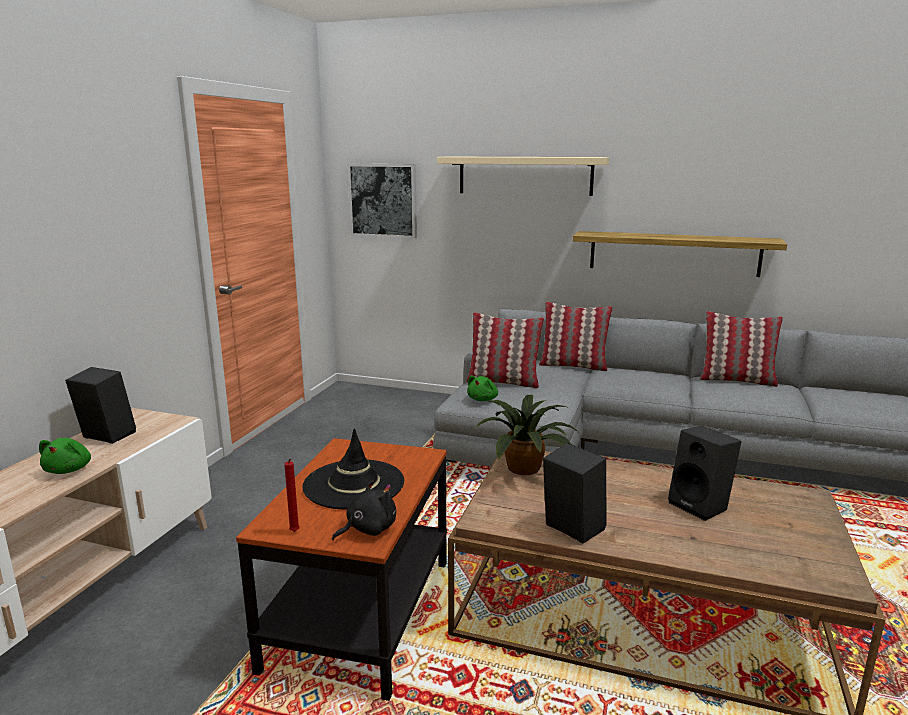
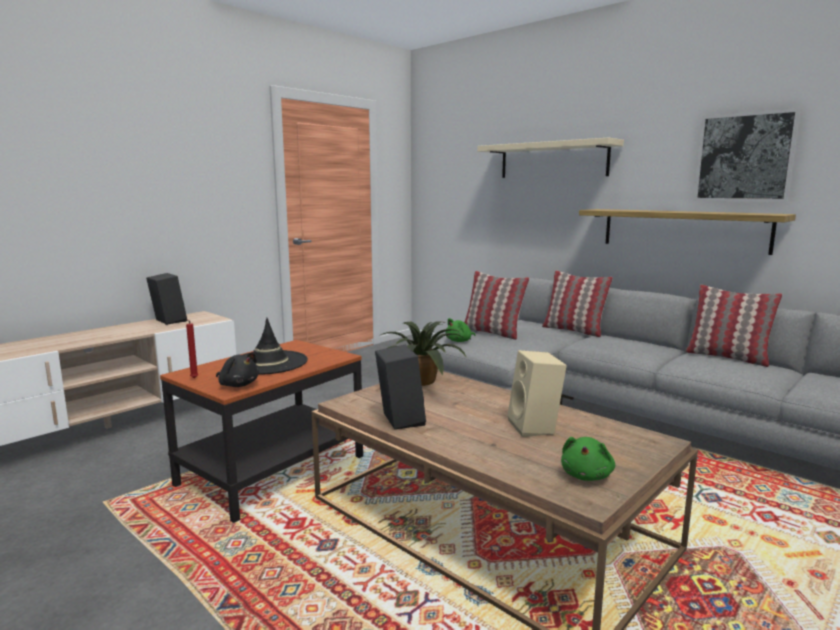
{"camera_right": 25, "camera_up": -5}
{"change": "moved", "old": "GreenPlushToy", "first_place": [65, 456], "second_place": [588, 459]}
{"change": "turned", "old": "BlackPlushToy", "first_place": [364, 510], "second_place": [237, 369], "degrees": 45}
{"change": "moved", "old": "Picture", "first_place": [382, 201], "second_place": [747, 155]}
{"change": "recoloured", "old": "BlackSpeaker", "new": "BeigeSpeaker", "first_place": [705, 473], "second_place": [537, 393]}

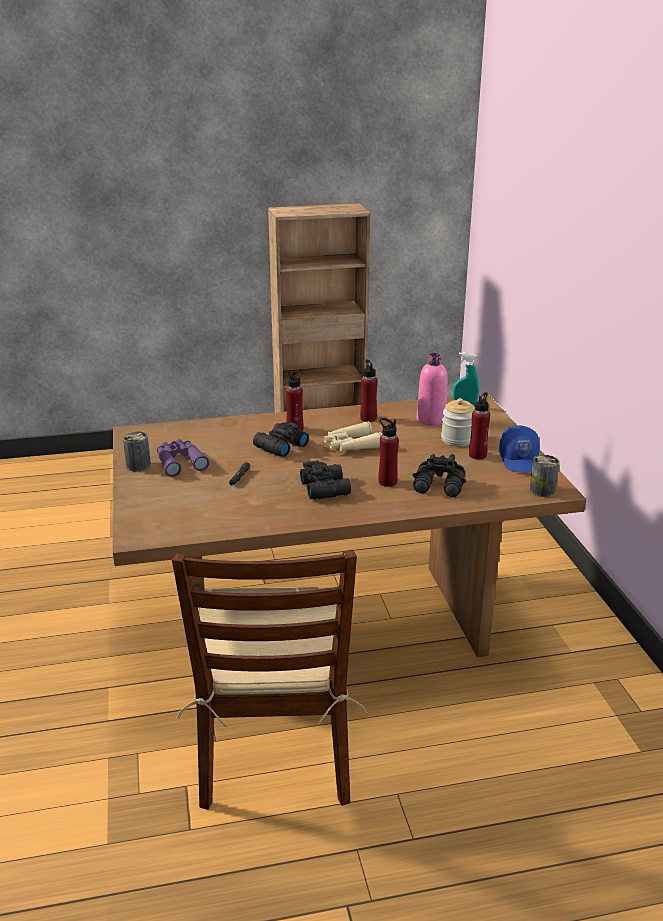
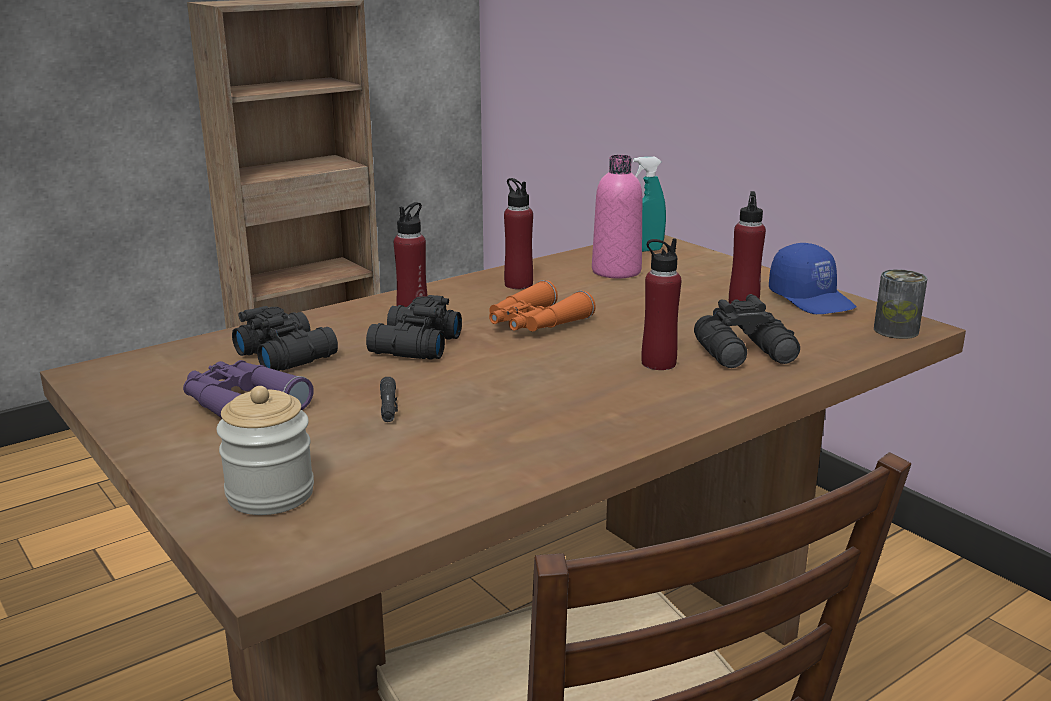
{"camera_right": -25, "camera_up": -5}
{"change": "removed", "old": "Can", "first_place": [137, 451]}
{"change": "moved", "old": "BlackBinoculars", "first_place": [325, 479], "second_place": [285, 338]}
{"change": "recoloured", "old": "BeigeBinoculars", "new": "OrangeBinoculars", "first_place": [353, 436], "second_place": [542, 306]}
{"change": "moved", "old": "Jar", "first_place": [458, 422], "second_place": [265, 450]}

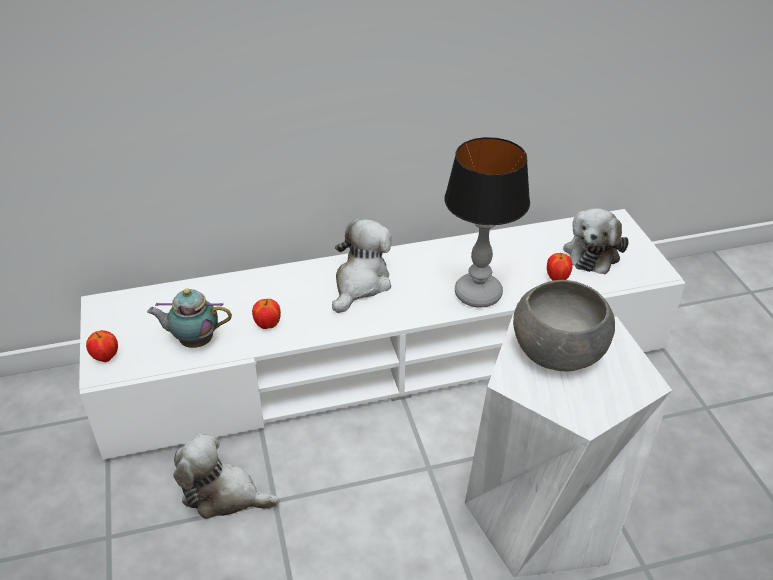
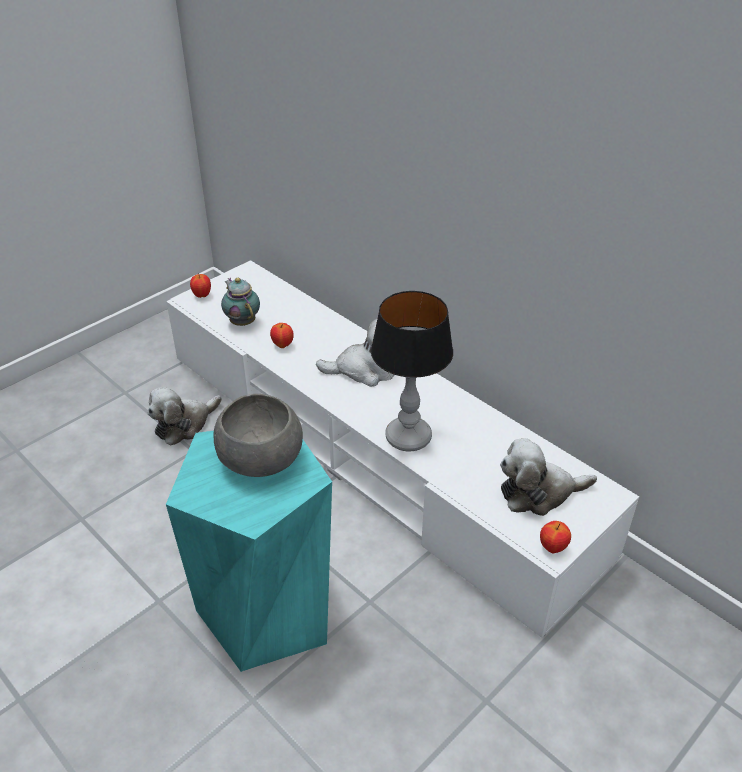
{"camera_right": 60, "camera_up": 0}
{"change": "turned", "old": "PlushToy", "first_place": [226, 476], "second_place": [185, 416], "degrees": -120}
{"change": "recoloured", "old": "WhiteStool", "new": "TurquoiseStool", "first_place": [568, 446], "second_place": [249, 551]}
{"change": "moved", "old": "Apple", "first_place": [560, 266], "second_place": [555, 537]}

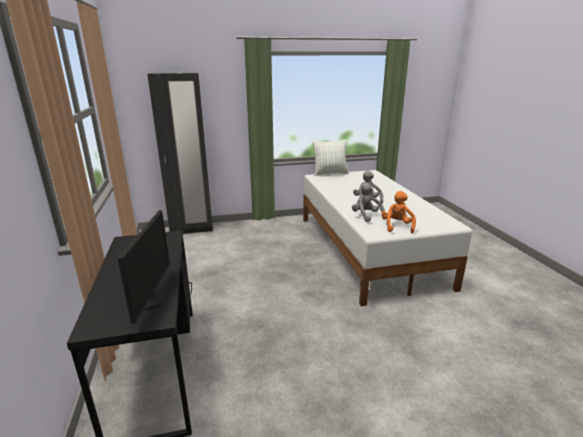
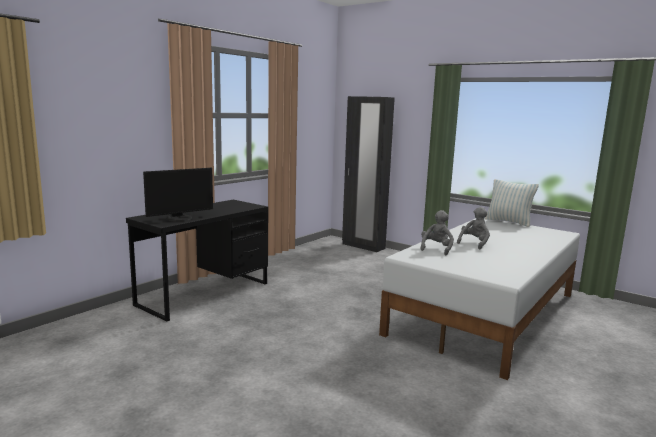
{"camera_right": 50, "camera_up": -10}
{"change": "removed", "old": "OrangePlushToy", "first_place": [398, 212]}

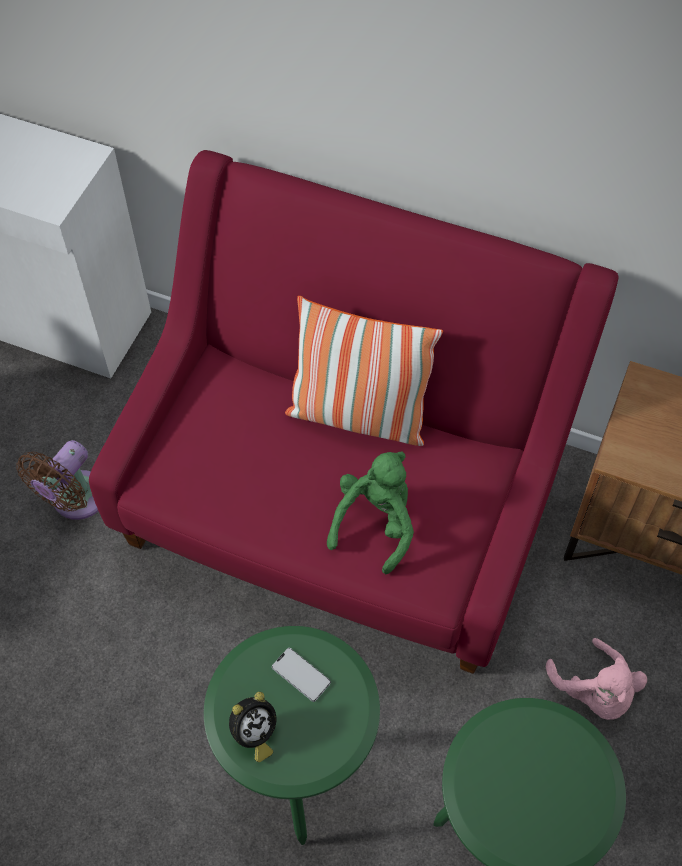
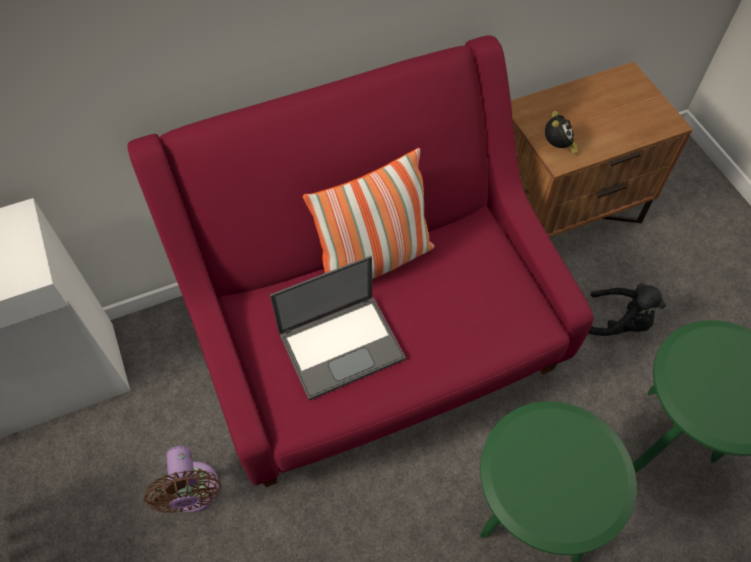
{"camera_right": -45, "camera_up": 0}
{"change": "moved", "old": "AlarmClock", "first_place": [252, 727], "second_place": [561, 132]}
{"change": "removed", "old": "Phone", "first_place": [301, 675]}
{"change": "removed", "old": "GreenPlushToy", "first_place": [370, 513]}
{"change": "recoloured", "old": "PinkPlushToy", "new": "BlackPlushToy", "first_place": [596, 679], "second_place": [627, 309]}
{"change": "added", "new": "Laptop", "second_place": [338, 328]}

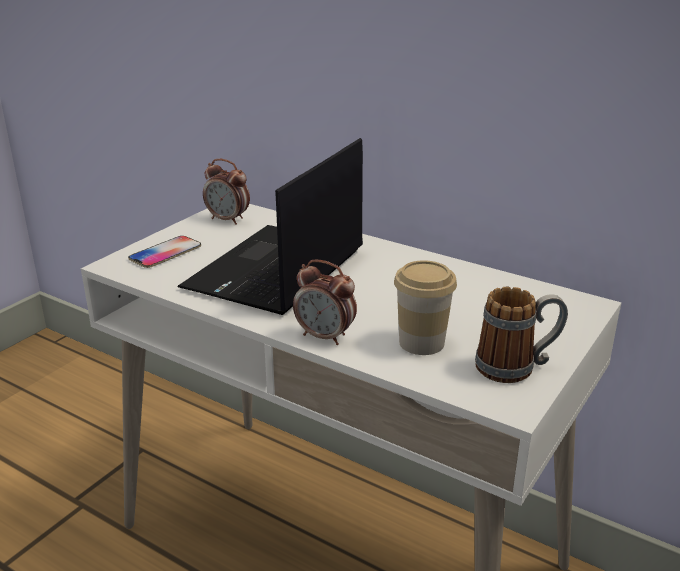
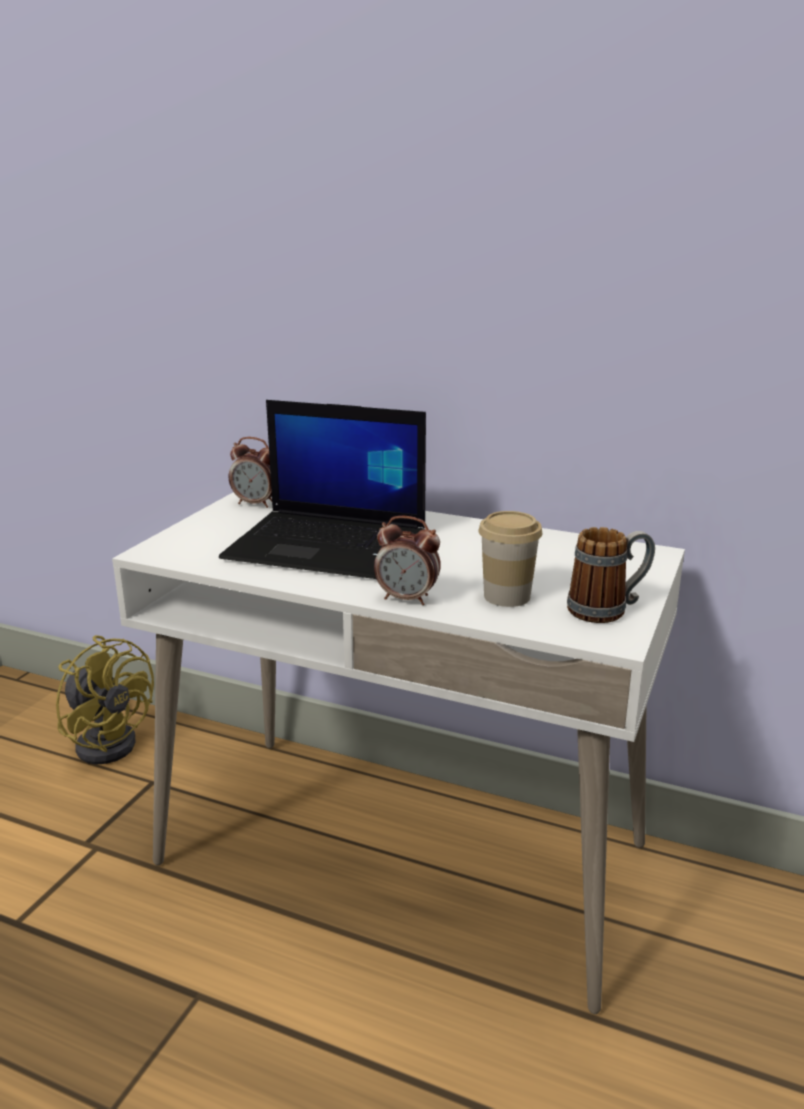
{"camera_right": -10, "camera_up": -5}
{"change": "removed", "old": "Phone", "first_place": [164, 252]}
{"change": "turned", "old": "Laptop", "first_place": [270, 226], "second_place": [322, 489], "degrees": -90}
{"change": "added", "new": "YellowFan", "second_place": [105, 700]}

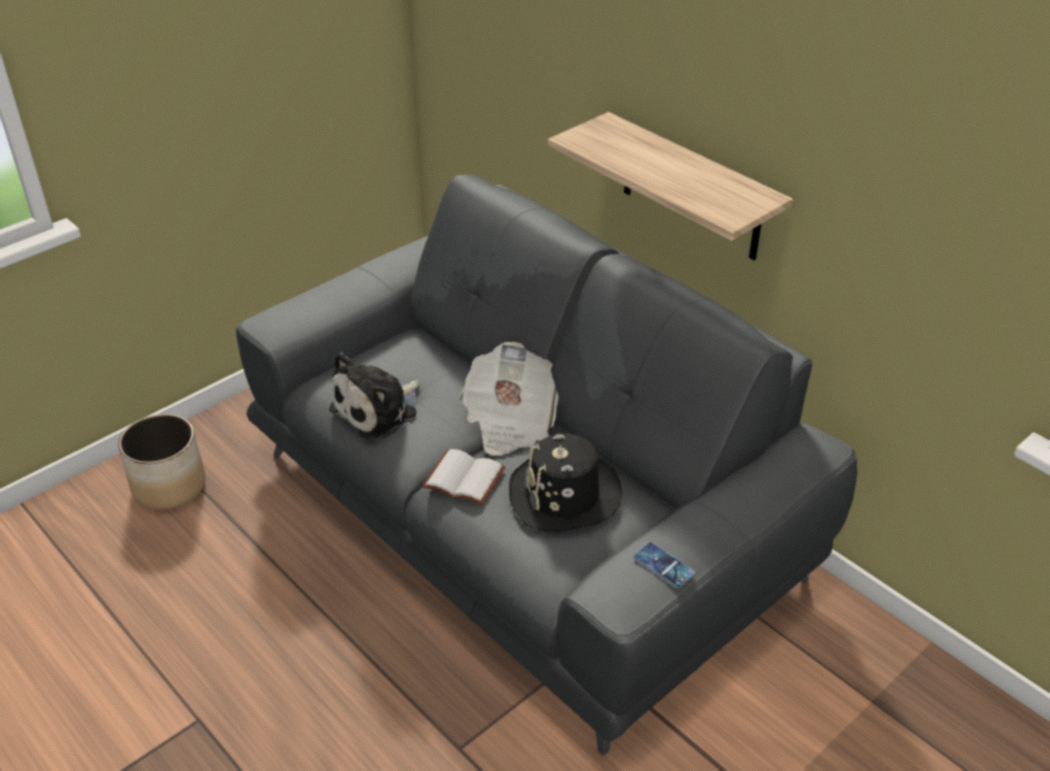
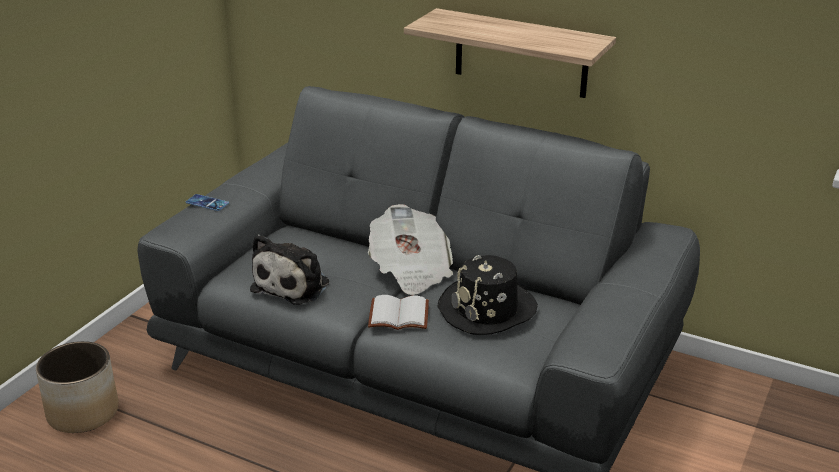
{"camera_right": -20, "camera_up": -10}
{"change": "moved", "old": "Phone", "first_place": [664, 565], "second_place": [207, 202]}

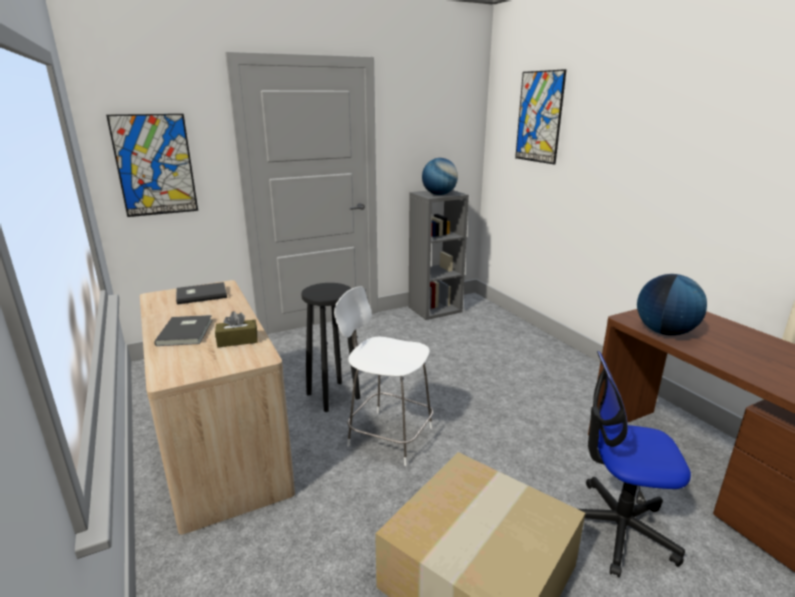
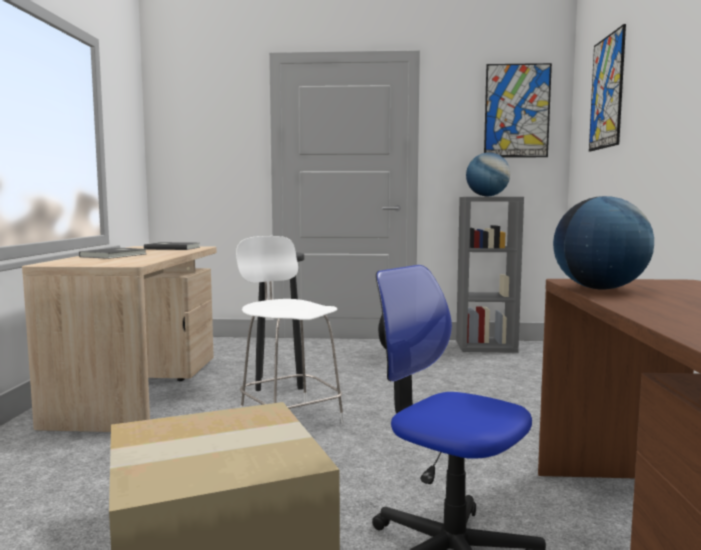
{"camera_right": 30, "camera_up": -15}
{"change": "moved", "old": "Picture", "first_place": [152, 165], "second_place": [518, 110]}
{"change": "removed", "old": "BrownTissueBox", "first_place": [236, 329]}

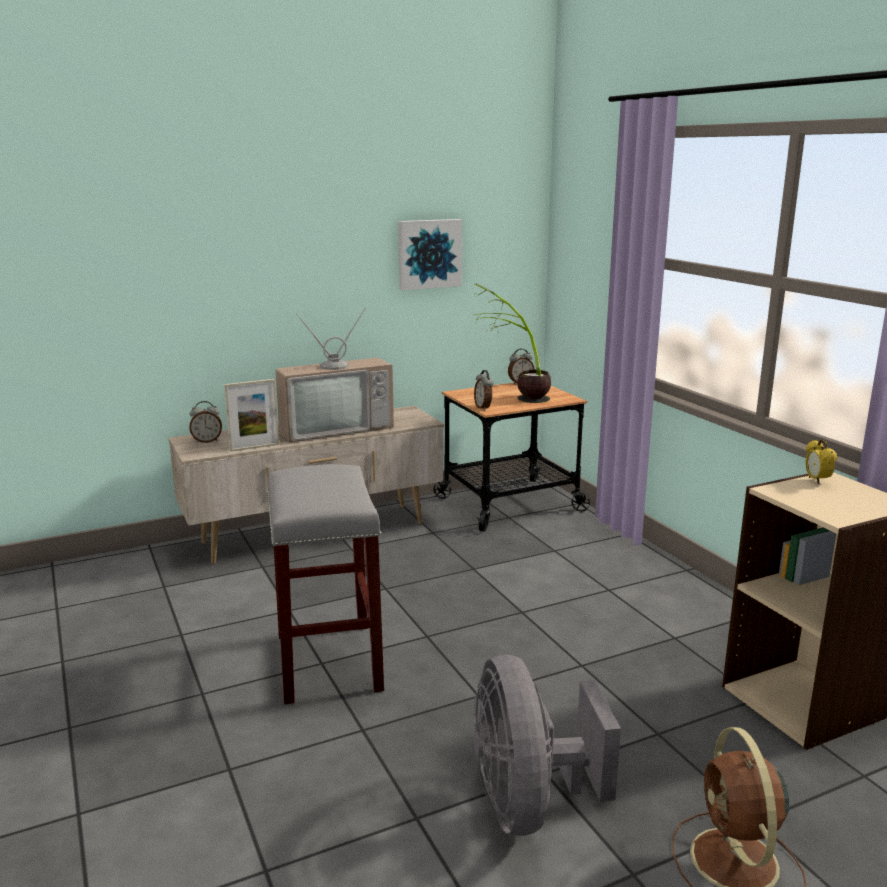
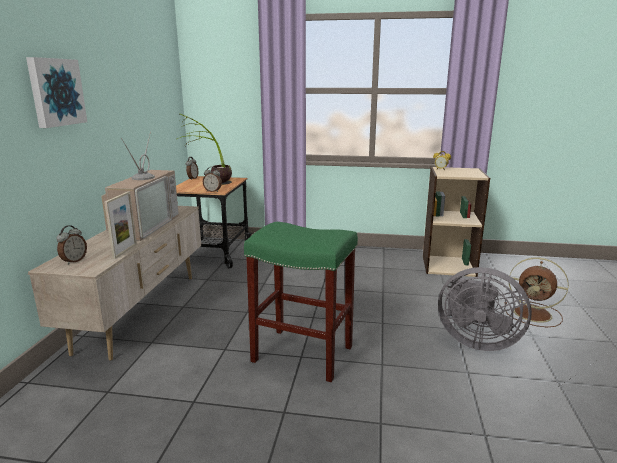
{"camera_right": -55, "camera_up": 0}
{"change": "recoloured", "old": "GreyStool", "new": "GreenStool", "first_place": [325, 584], "second_place": [301, 302]}
{"change": "moved", "old": "Picture", "first_place": [430, 254], "second_place": [56, 92]}

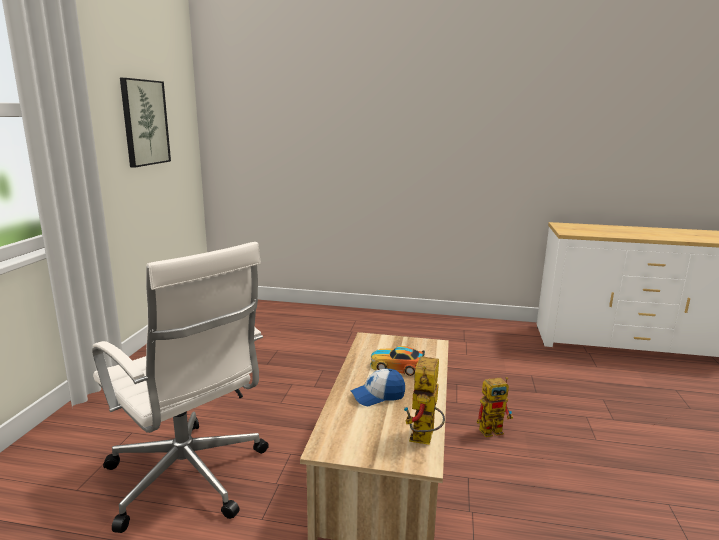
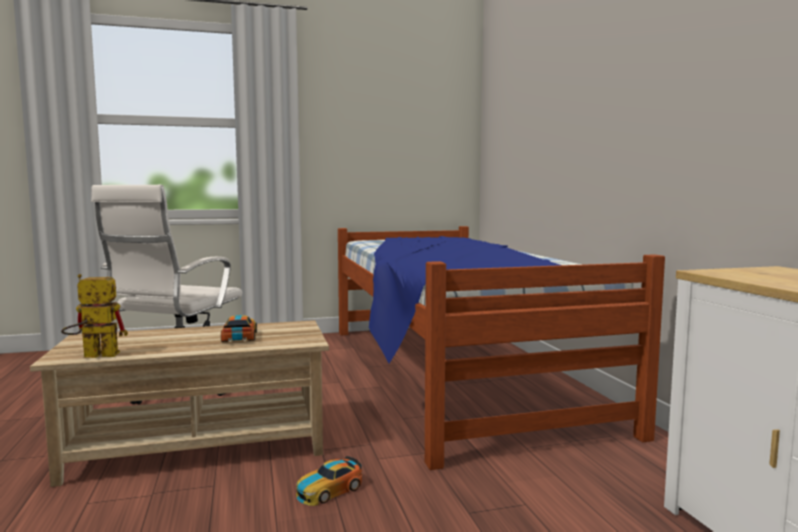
{"camera_right": 65, "camera_up": -10}
{"change": "removed", "old": "Picture", "first_place": [145, 123]}
{"change": "removed", "old": "Cap", "first_place": [378, 387]}
{"change": "replaced", "old": "ToyRobot", "new": "ToyCar", "first_place": [495, 407], "second_place": [329, 481]}
{"change": "added", "new": "Bed", "second_place": [501, 348]}

